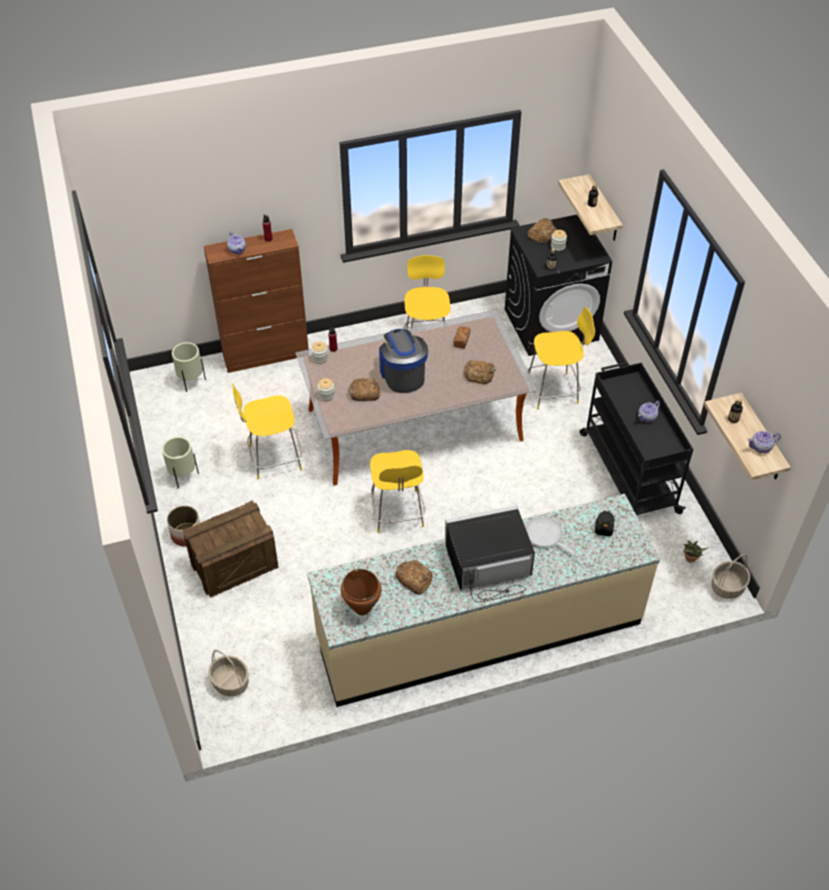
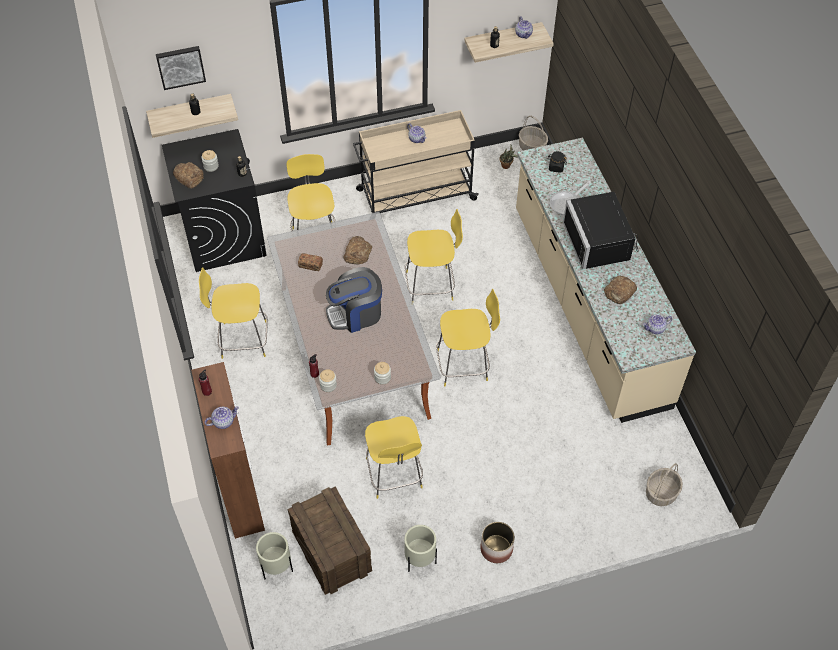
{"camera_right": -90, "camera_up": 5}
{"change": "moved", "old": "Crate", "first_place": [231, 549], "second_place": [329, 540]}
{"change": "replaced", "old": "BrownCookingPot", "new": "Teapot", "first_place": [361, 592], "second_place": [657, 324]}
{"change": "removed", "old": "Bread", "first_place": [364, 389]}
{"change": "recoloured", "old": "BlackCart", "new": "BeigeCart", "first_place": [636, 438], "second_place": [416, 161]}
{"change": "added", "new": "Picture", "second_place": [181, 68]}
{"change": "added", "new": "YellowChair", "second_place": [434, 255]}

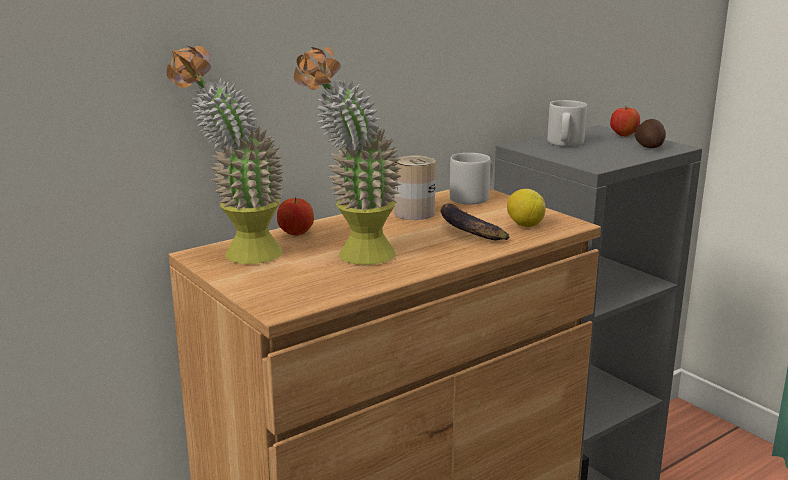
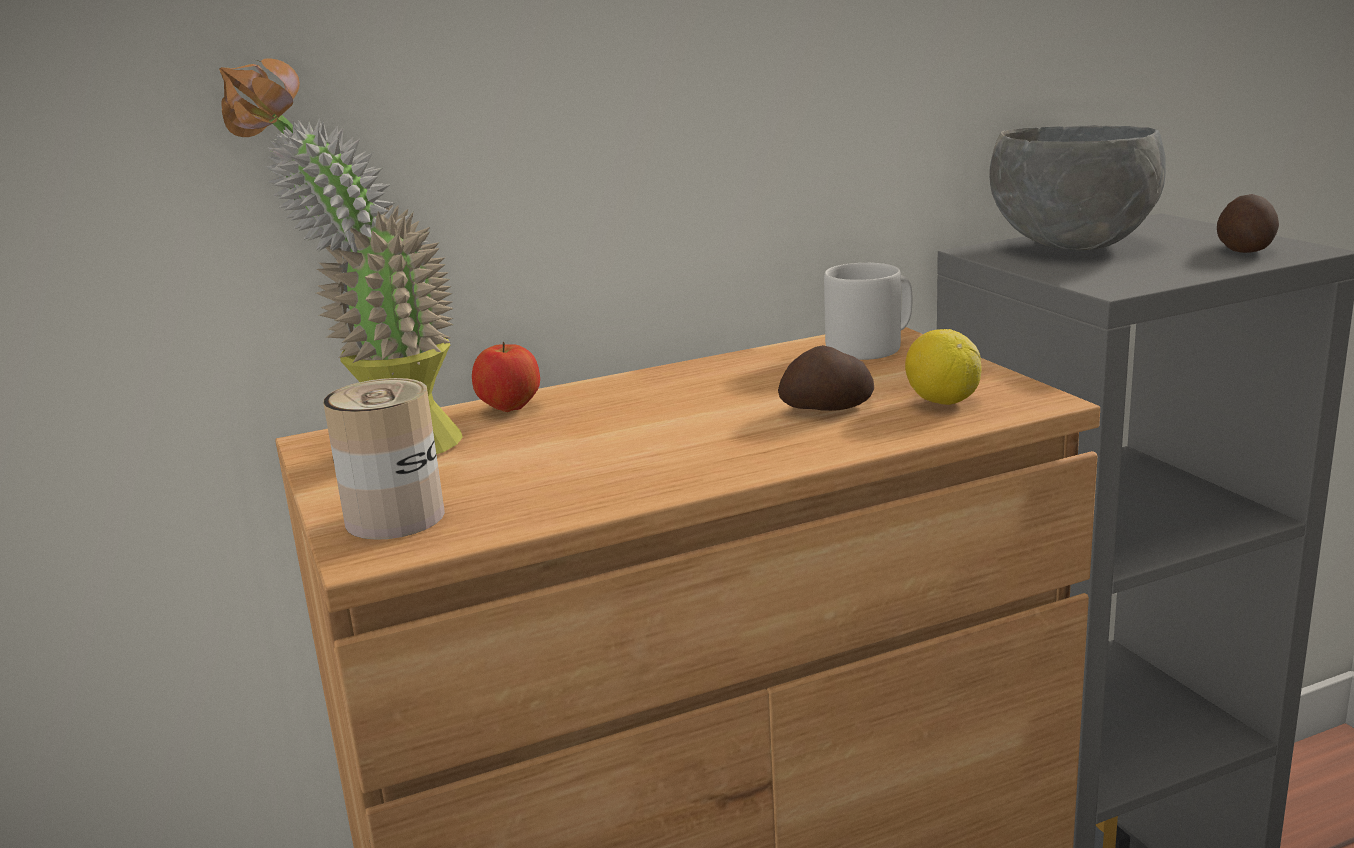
{"camera_right": 15, "camera_up": 0}
{"change": "removed", "old": "PottedPlant", "first_place": [348, 156]}
{"change": "moved", "old": "Can", "first_place": [415, 188], "second_place": [384, 459]}
{"change": "replaced", "old": "Banana", "new": "Potato", "first_place": [474, 221], "second_place": [826, 378]}
{"change": "replaced", "old": "GreyMug", "new": "GreyBowl", "first_place": [567, 123], "second_place": [1077, 187]}
{"change": "removed", "old": "Apple", "first_place": [625, 121]}

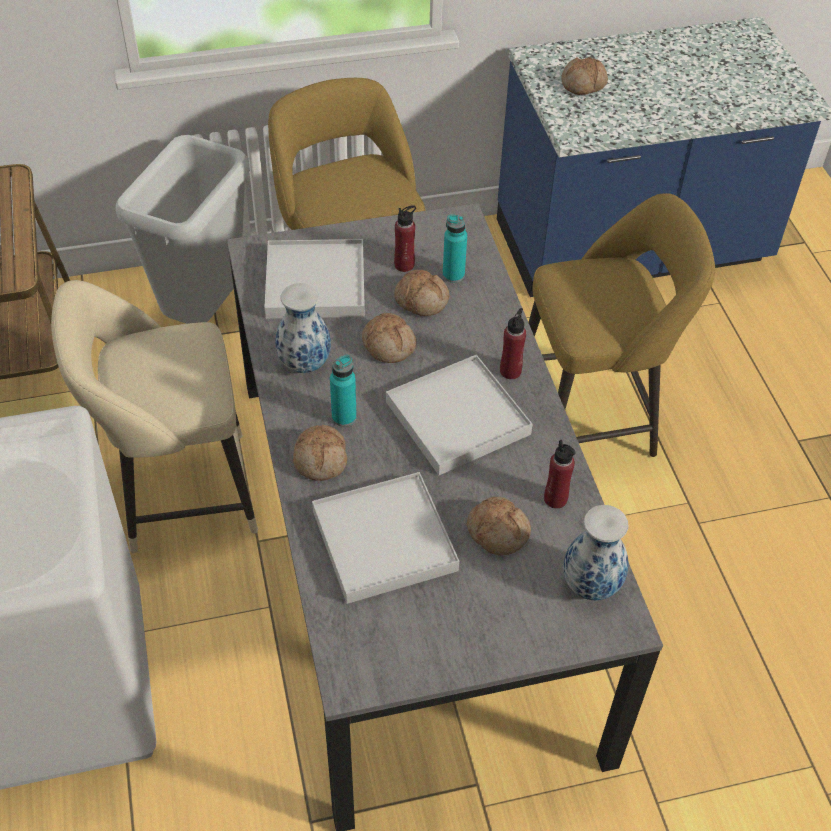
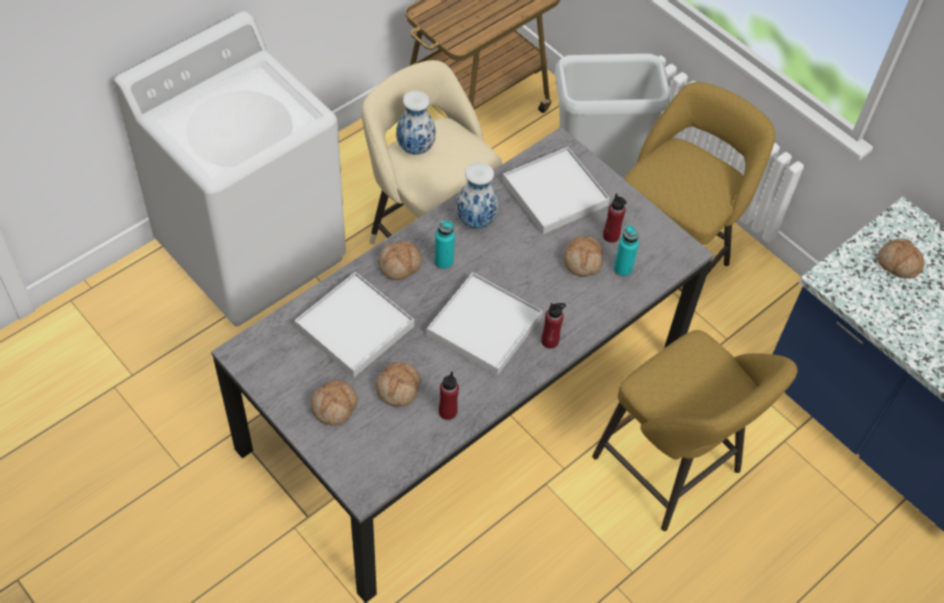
{"camera_right": 60, "camera_up": 5}
{"change": "moved", "old": "Bread", "first_place": [389, 338], "second_place": [334, 403]}
{"change": "moved", "old": "Vase", "first_place": [596, 552], "second_place": [416, 122]}

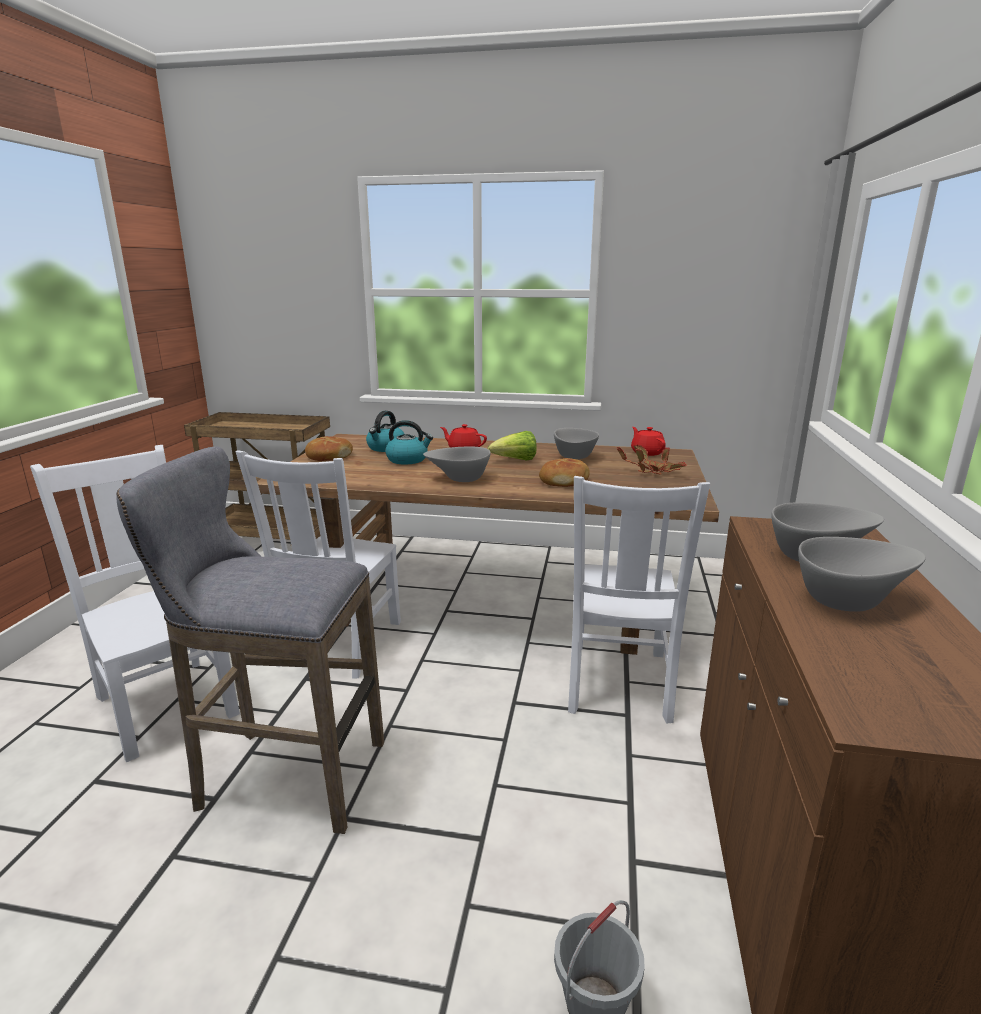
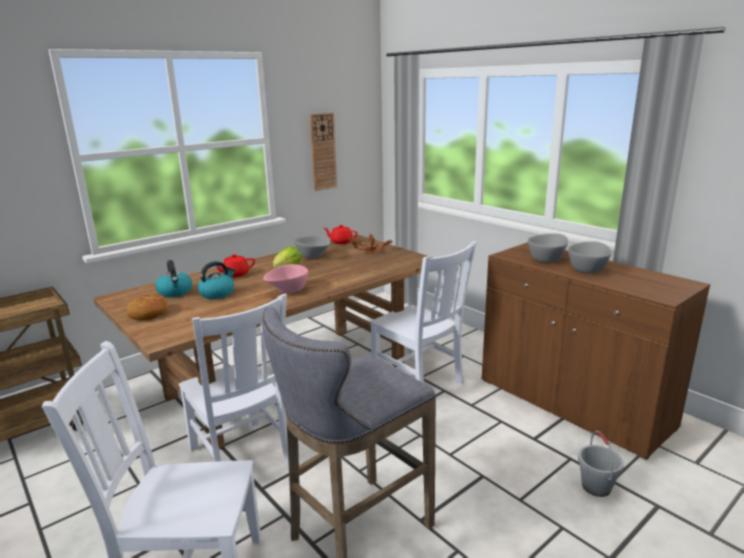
{"camera_right": -50, "camera_up": 0}
{"change": "recoloured", "old": "GreyBowl", "new": "PinkBowl", "first_place": [457, 464], "second_place": [285, 278]}
{"change": "removed", "old": "Bread", "first_place": [564, 472]}
{"change": "added", "new": "WallClock", "second_place": [323, 152]}

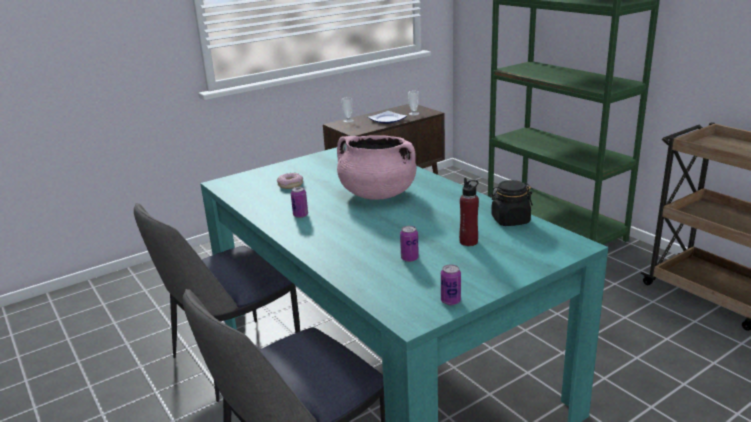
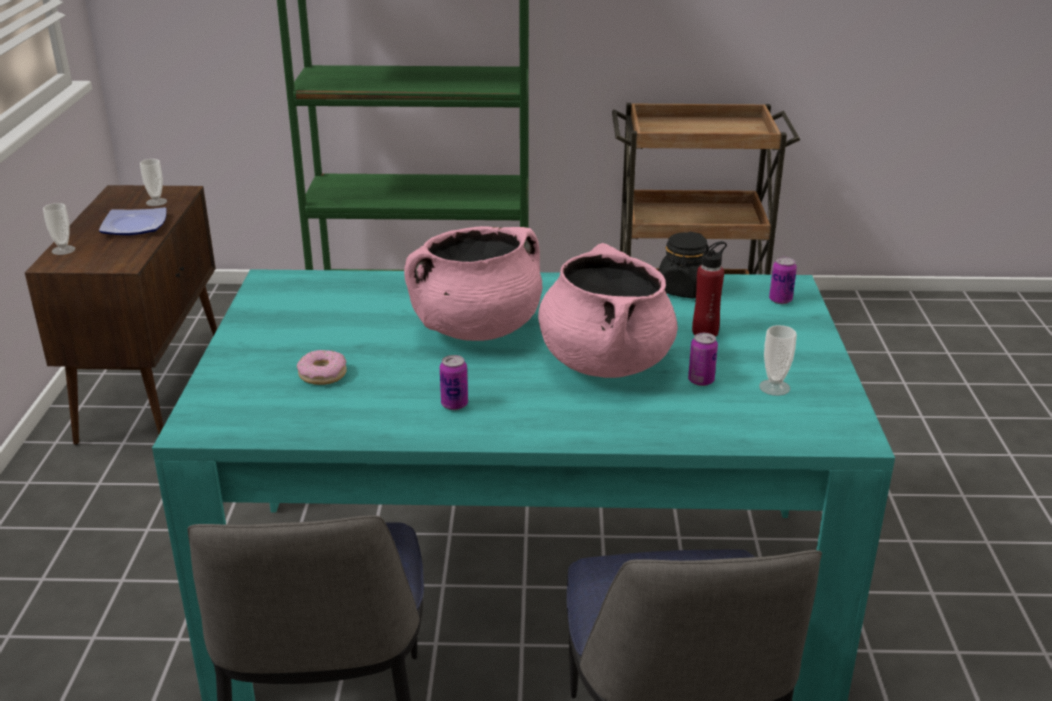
{"camera_right": -55, "camera_up": 5}
{"change": "moved", "old": "Can", "first_place": [451, 284], "second_place": [783, 280]}
{"change": "added", "new": "PinkCookingPot", "second_place": [608, 310]}
{"change": "added", "new": "Cup", "second_place": [778, 360]}

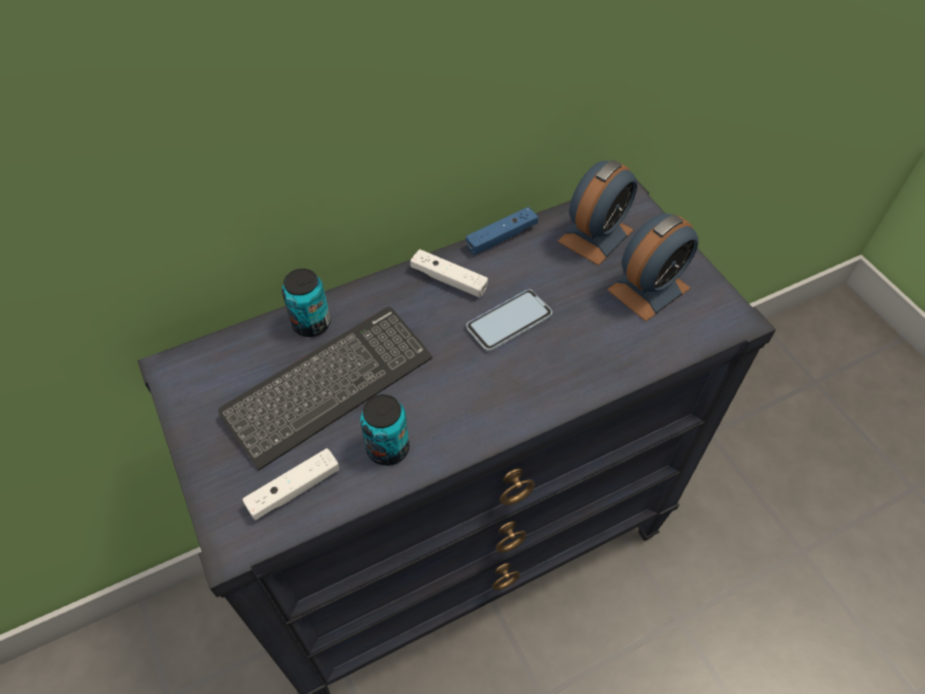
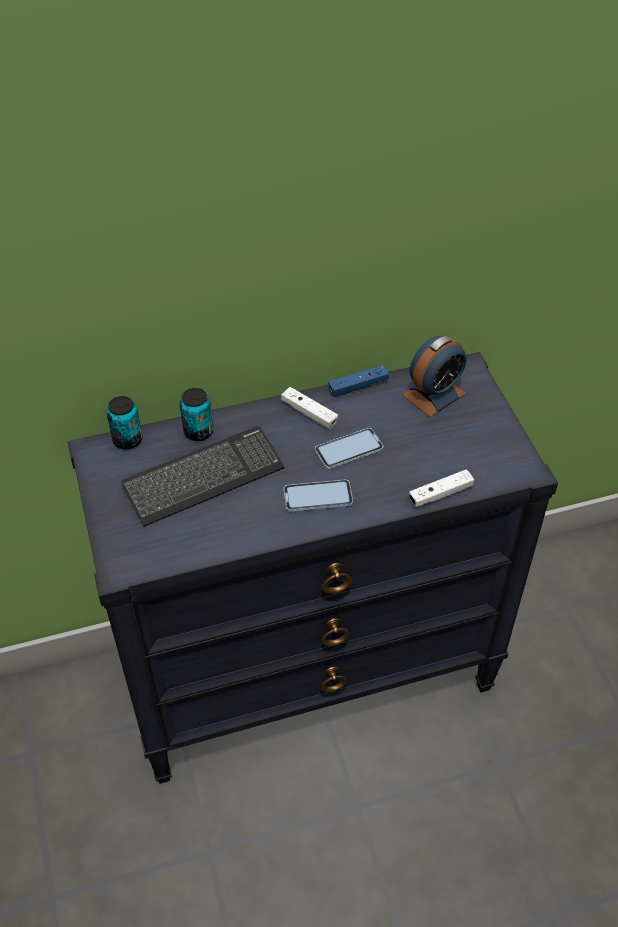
{"camera_right": 10, "camera_up": -5}
{"change": "moved", "old": "WhiteGameController", "first_place": [291, 484], "second_place": [441, 488]}
{"change": "moved", "old": "Can", "first_place": [384, 430], "second_place": [124, 423]}
{"change": "removed", "old": "AlarmClock", "first_place": [653, 267]}
{"change": "added", "new": "Phone", "second_place": [318, 495]}

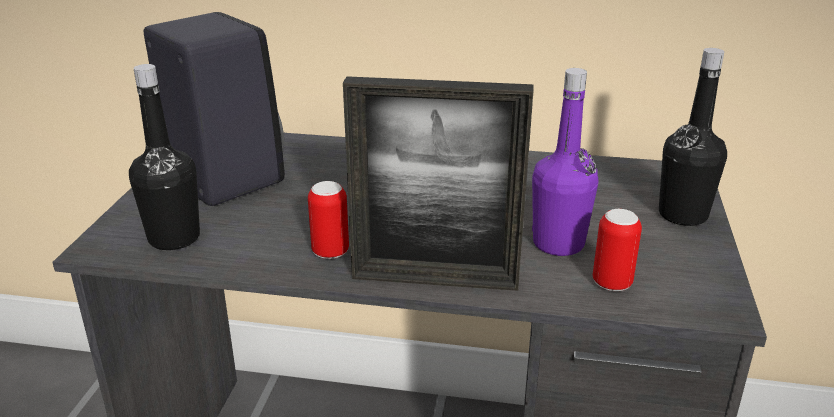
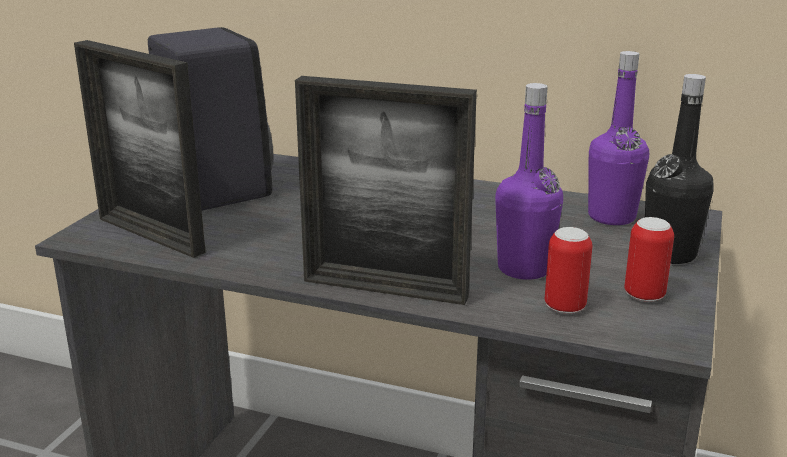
{"camera_right": 10, "camera_up": -5}
{"change": "replaced", "old": "BlackBottle", "new": "PictureFrame", "first_place": [164, 157], "second_place": [140, 149]}
{"change": "moved", "old": "Can", "first_place": [328, 220], "second_place": [649, 259]}
{"change": "added", "new": "PurpleBottle", "second_place": [618, 138]}

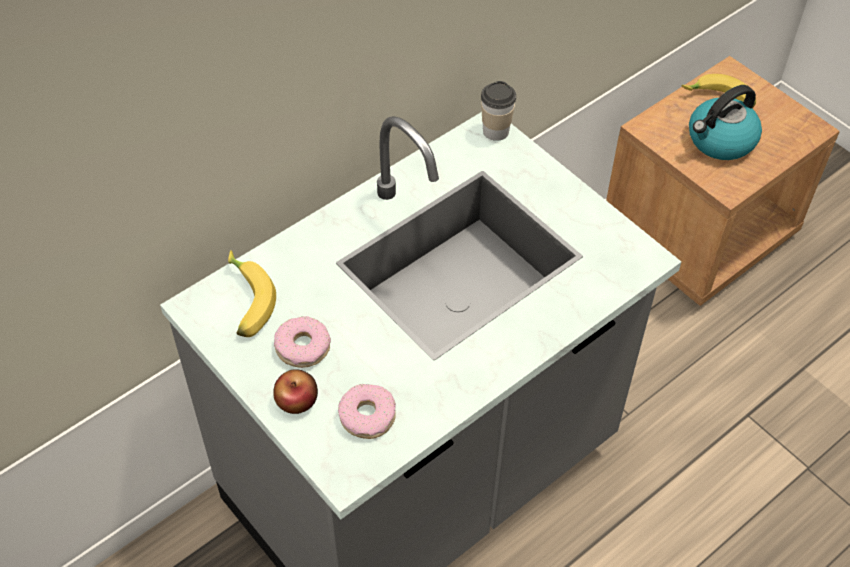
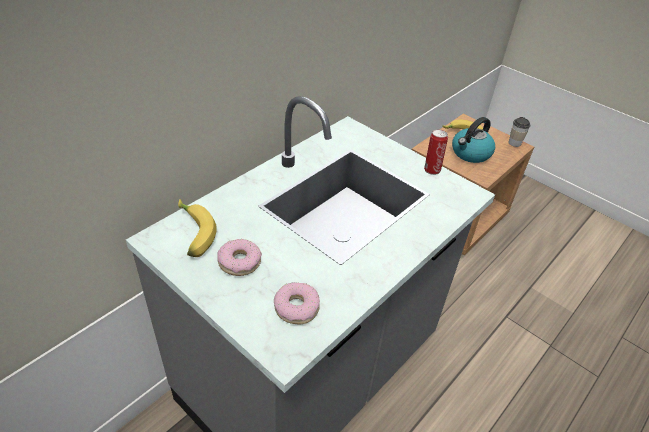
{"camera_right": -10, "camera_up": -10}
{"change": "removed", "old": "Apple", "first_place": [295, 391]}
{"change": "moved", "old": "Cup", "first_place": [498, 111], "second_place": [519, 132]}
{"change": "added", "new": "Can", "second_place": [436, 152]}

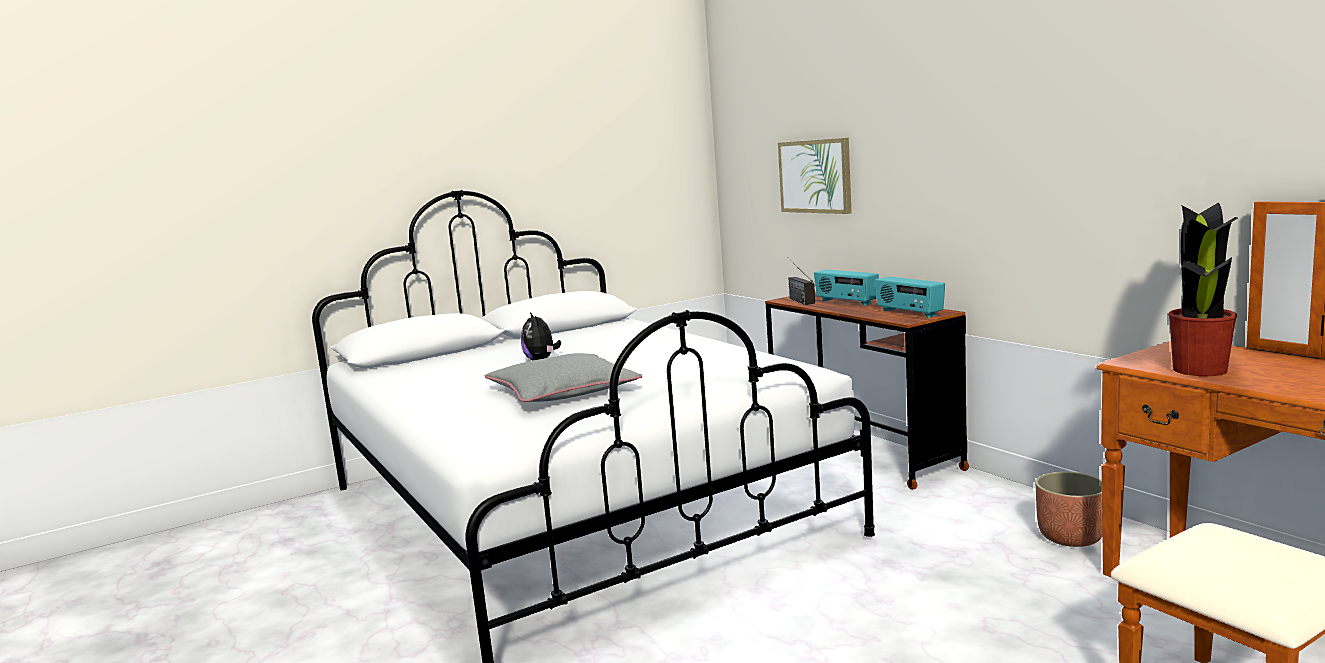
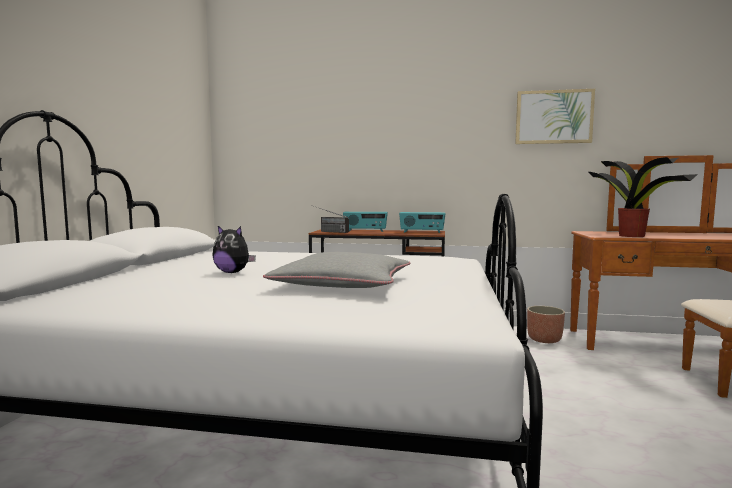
{"camera_right": -50, "camera_up": -5}
{"change": "moved", "old": "Picture", "first_place": [815, 176], "second_place": [555, 116]}

